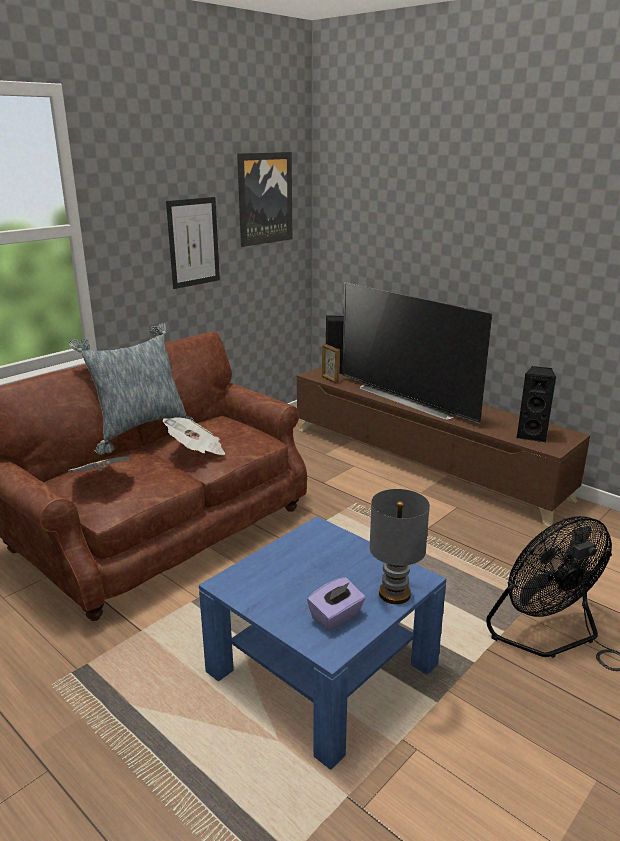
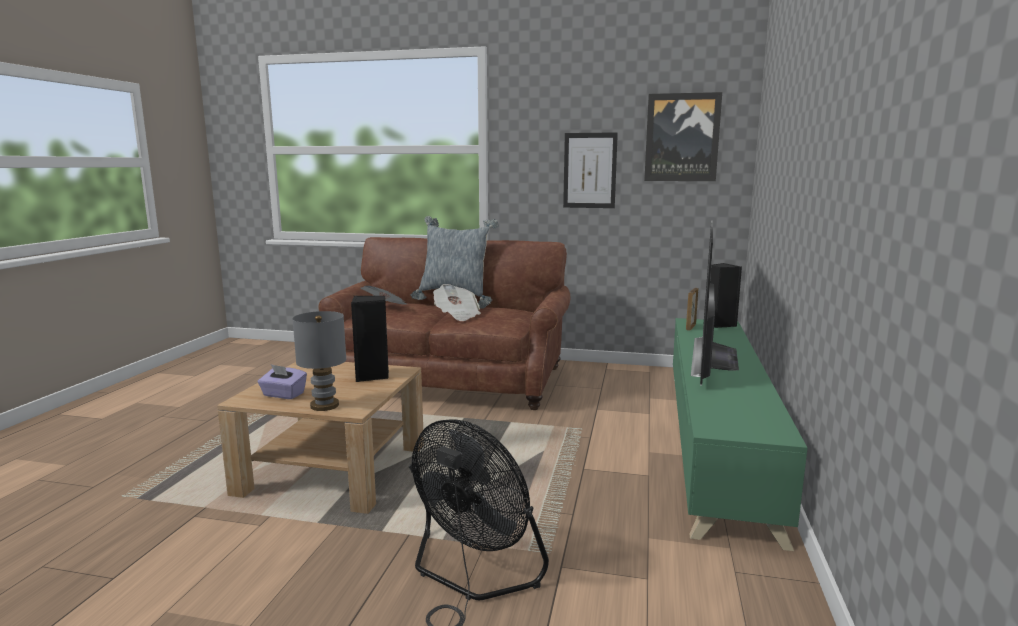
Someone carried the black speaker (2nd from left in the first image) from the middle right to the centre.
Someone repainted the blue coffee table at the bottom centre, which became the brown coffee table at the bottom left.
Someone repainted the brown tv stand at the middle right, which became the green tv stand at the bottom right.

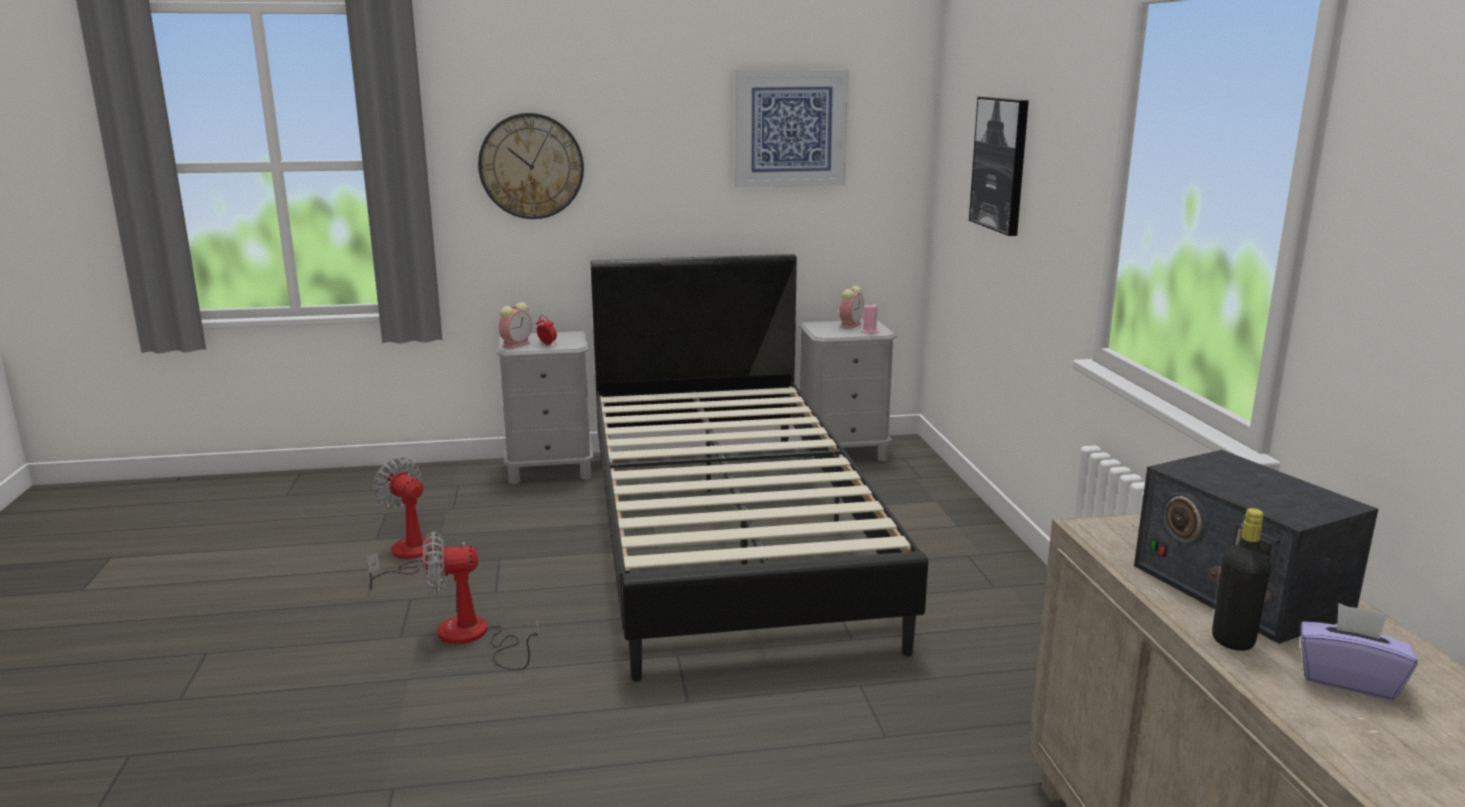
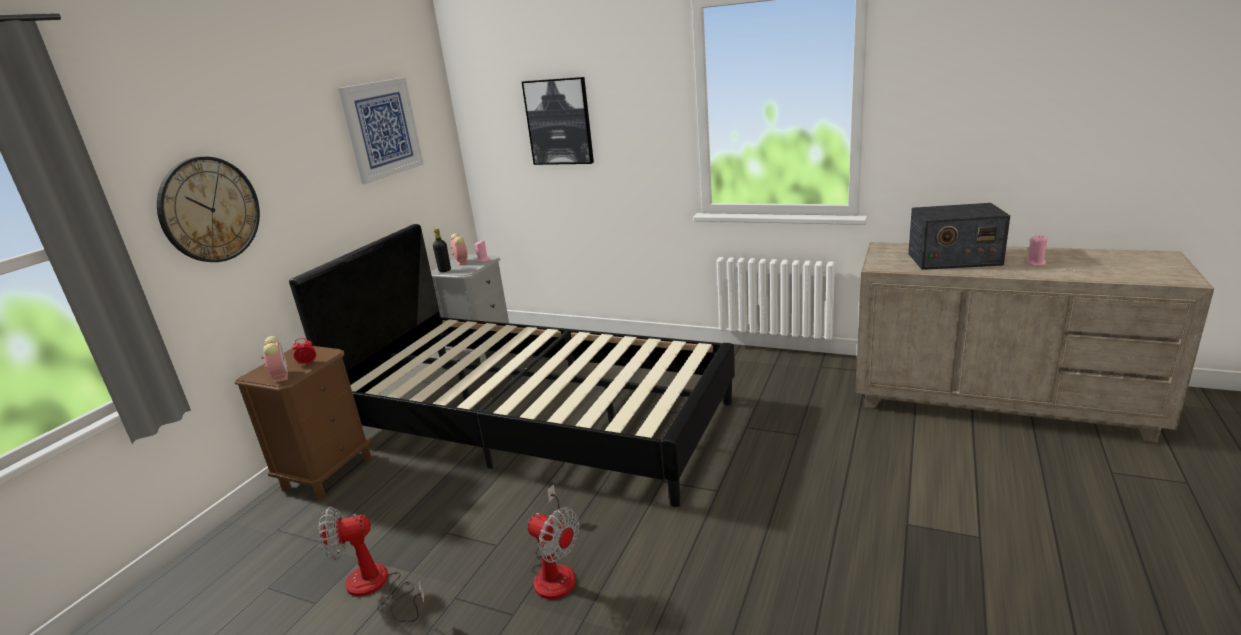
Someone carried the black bottle from the bottom right to the centre.
Someone swapped the purple tissue box at the bottom right for the pink candle (2nd from left) at the middle right.
Someone repainted the grey nightstand (1st from left) at the centre, which became the brown nightstand at the middle left.
Someone rotated the fan (2nd from left) at the bottom left by 75 degrees counterclockwise.

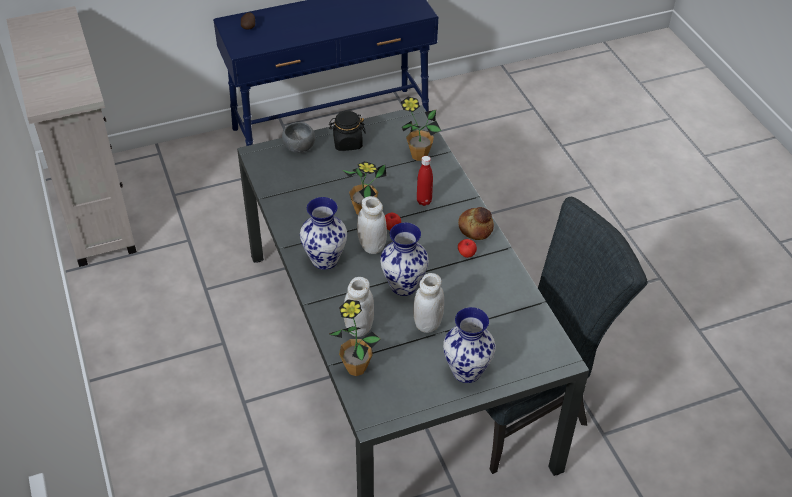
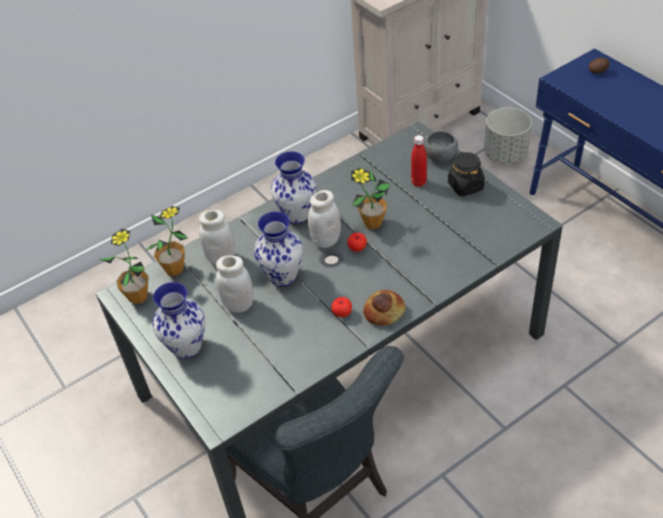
Someone put down the grey planter at the top right.
Someone carried the potted plant (3rd from left in the first image) from the top centre to the middle left.
Someone carried the red bottle from the centre to the top centre.

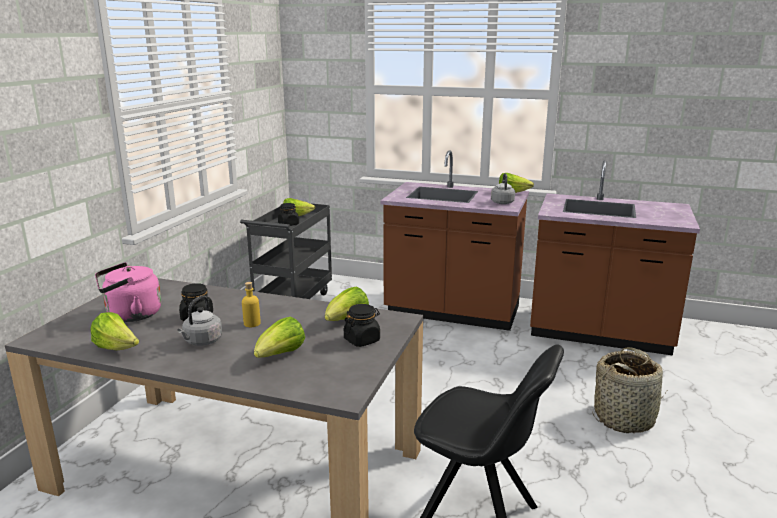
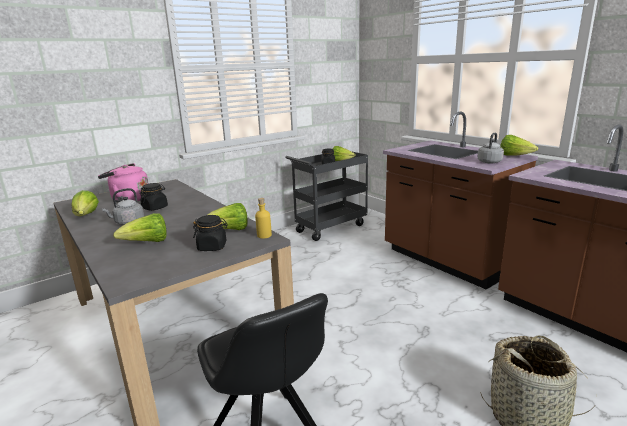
Someone carried the yellow bottle from the middle left to the centre.

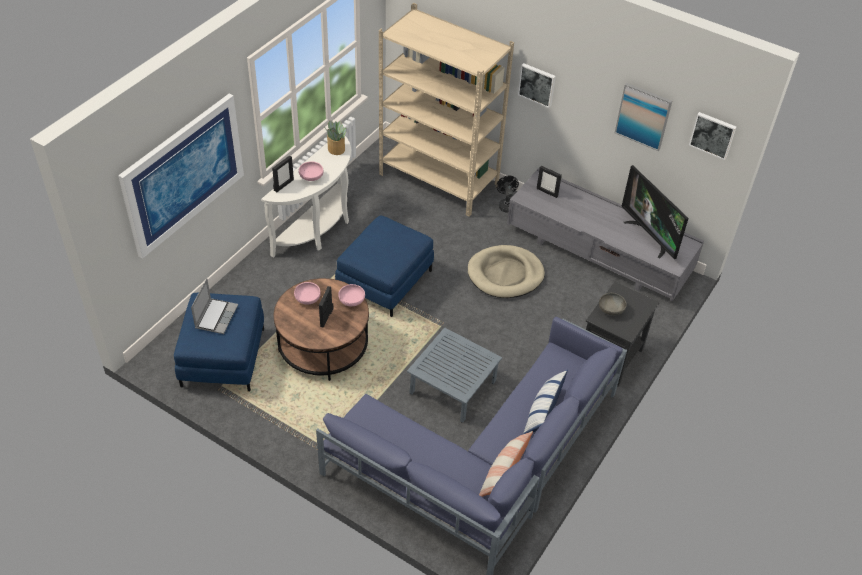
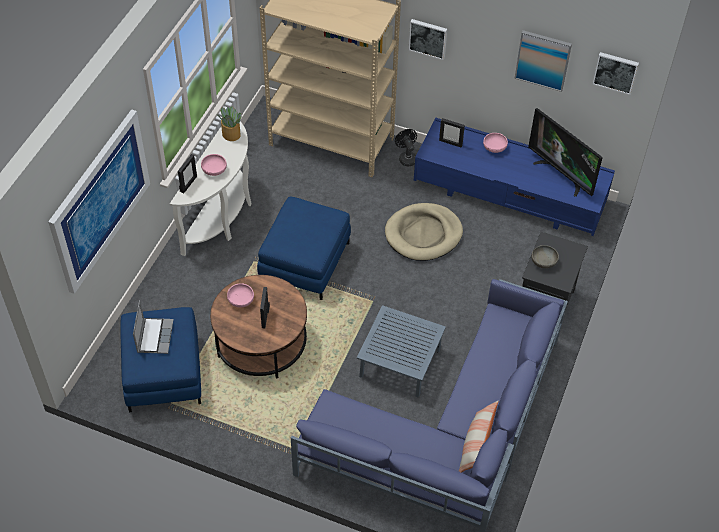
Someone took away the pillow (2nd from left) at the bottom centre.
Someone carried the pink bowl (3rd from left) from the centre to the top right.
Someone repainted the grey tv stand at the middle right, which became the blue tv stand at the top right.

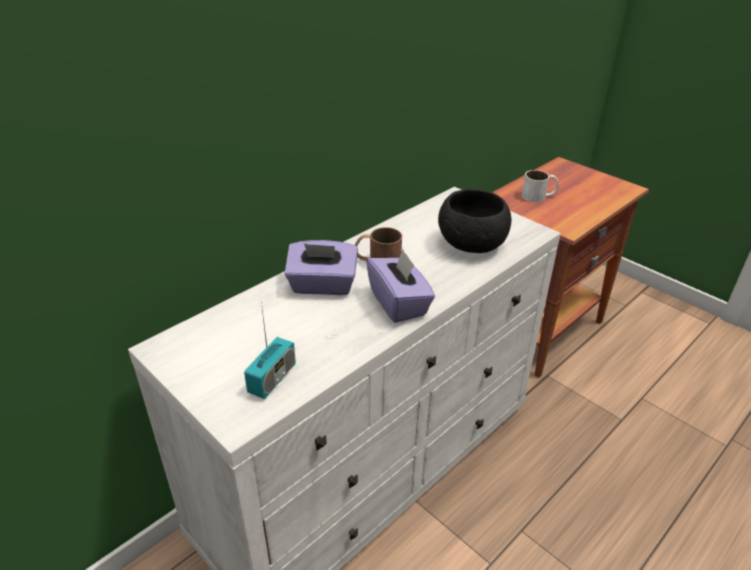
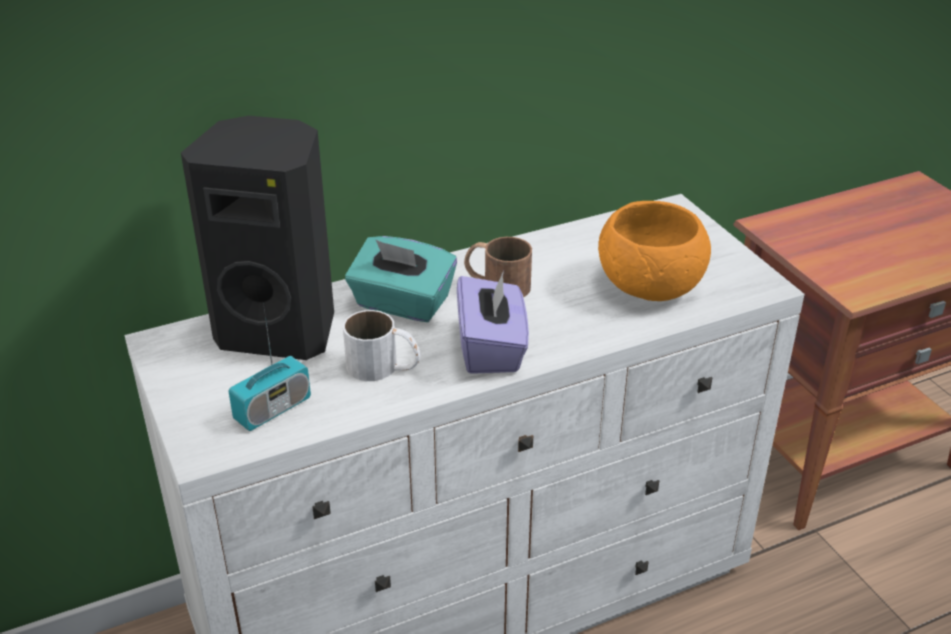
Someone put down the black speaker at the middle left.
Someone carried the white mug from the top right to the centre.
Someone repainted the purple tissue box (1st from left) at the centre, which became the turquoise tissue box at the centre.
Someone repainted the black bowl at the centre, which became the orange bowl at the middle right.

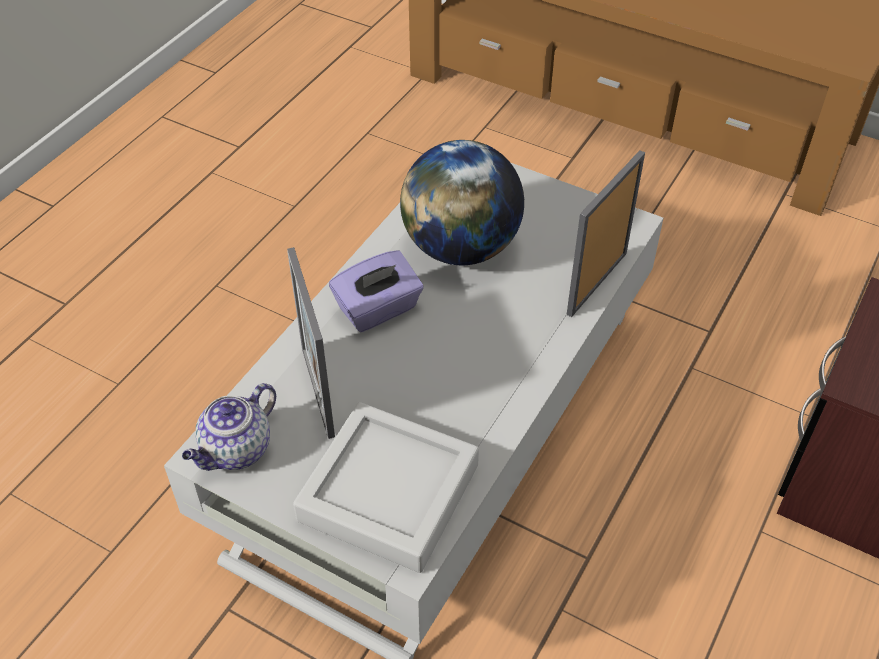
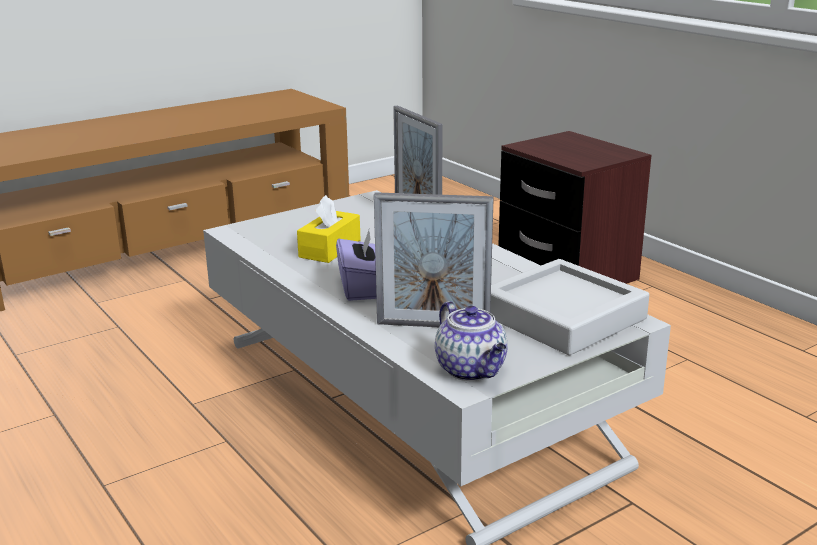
Someone swapped the globe at the top centre for the yellow tissue box at the centre.

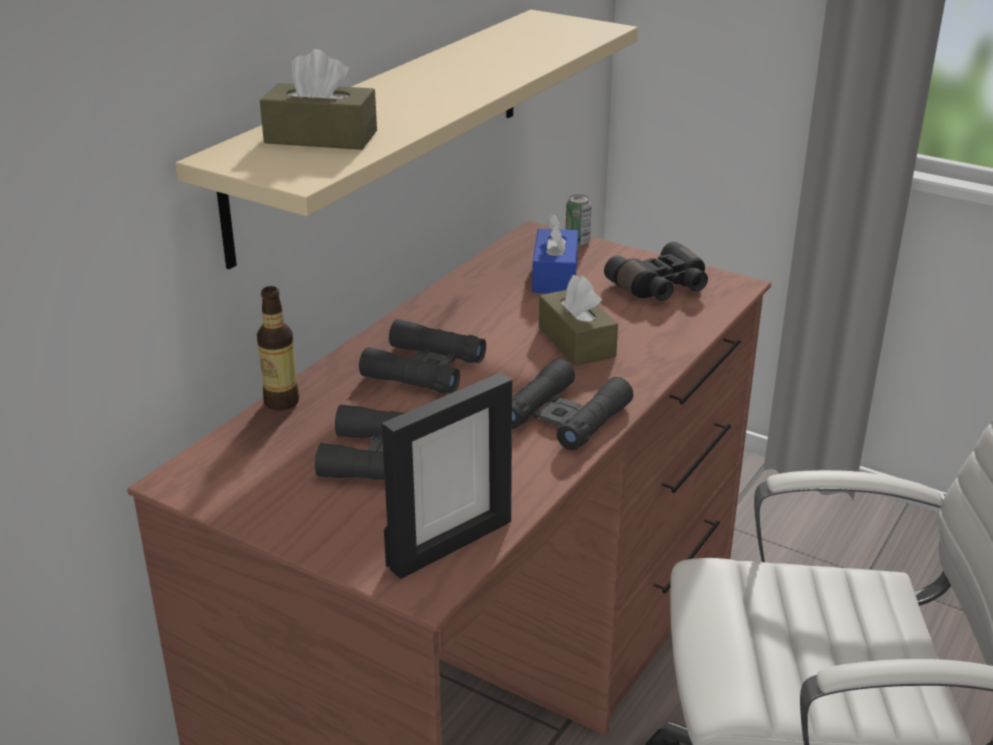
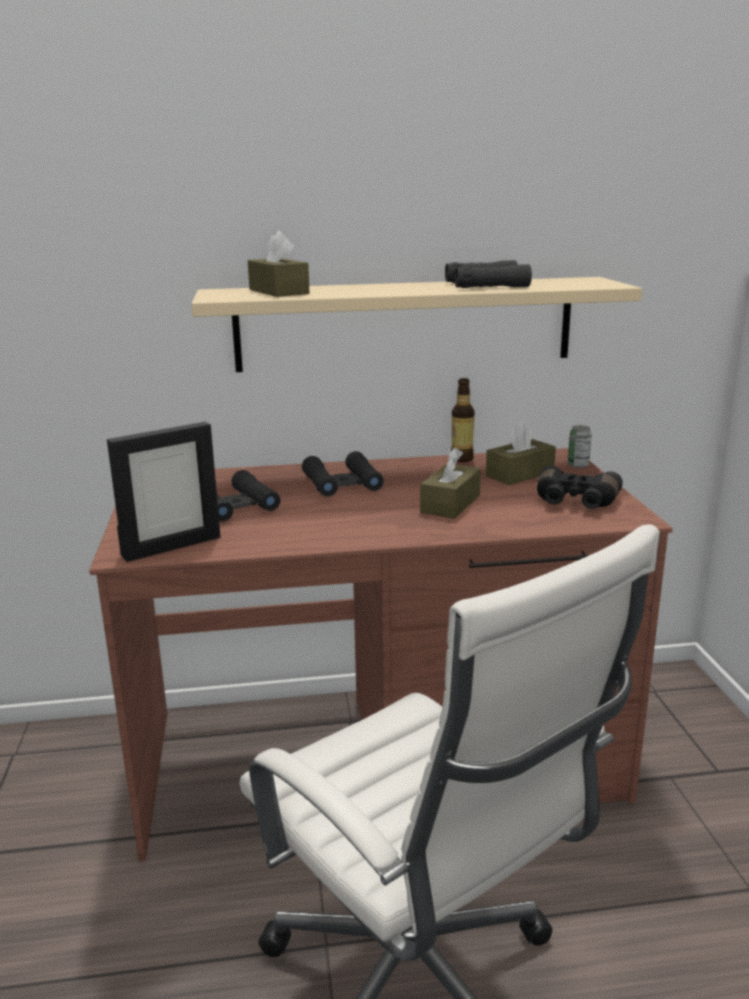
Someone carried the bottle from the middle left to the centre.
Someone carried the black binoculars (3rd from left) from the centre to the top centre.
Someone repainted the blue tissue box at the centre, which became the brown tissue box (3rd from left) at the middle right.
Someone rotated the picture frame at the centre by 45 degrees counterclockwise.

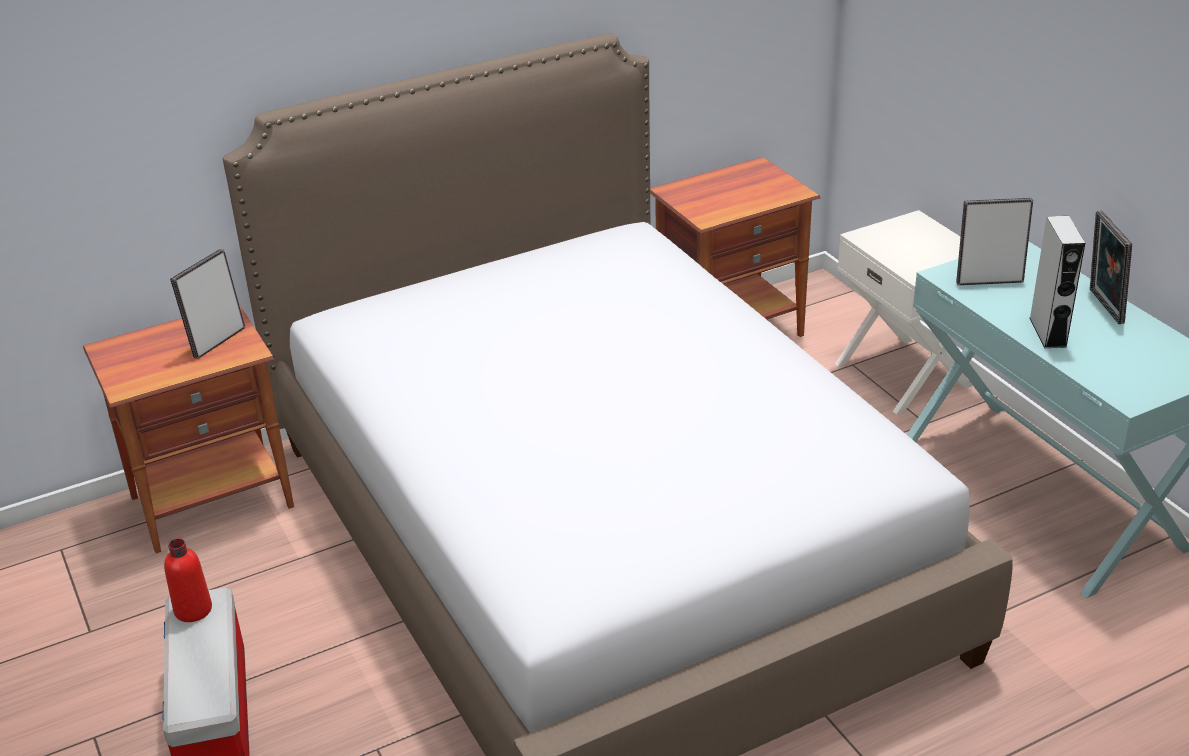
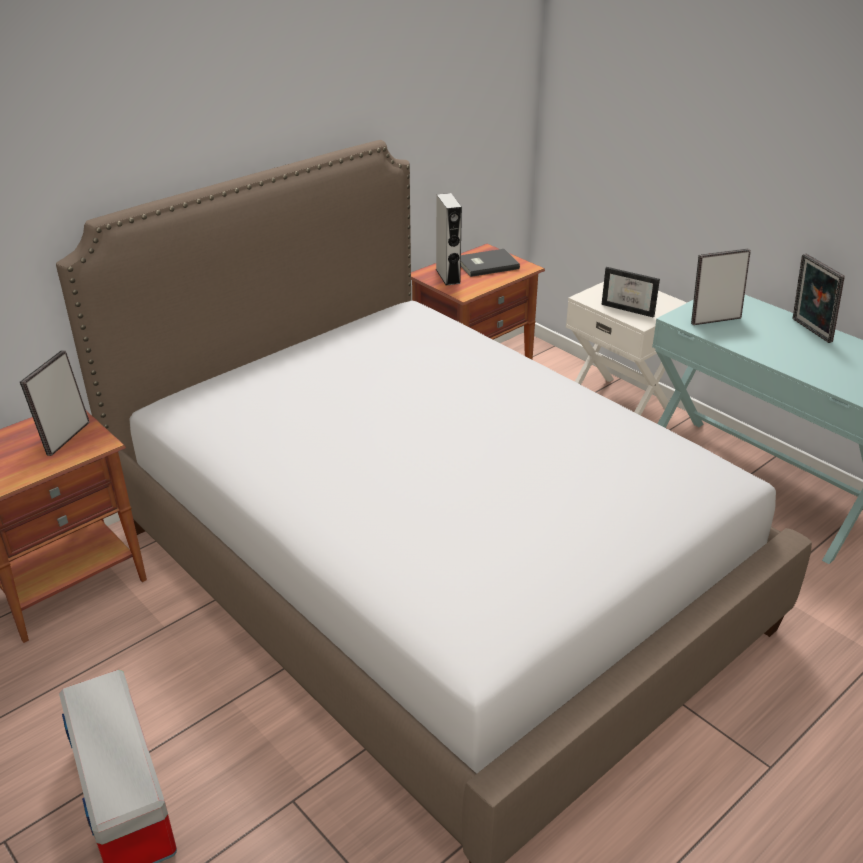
Someone took away the red bottle at the bottom left.
Someone put down the grey book at the top centre.
Someone put down the picture frame (2nd from left) at the middle right.
Someone carried the grey speaker from the middle right to the top centre.

